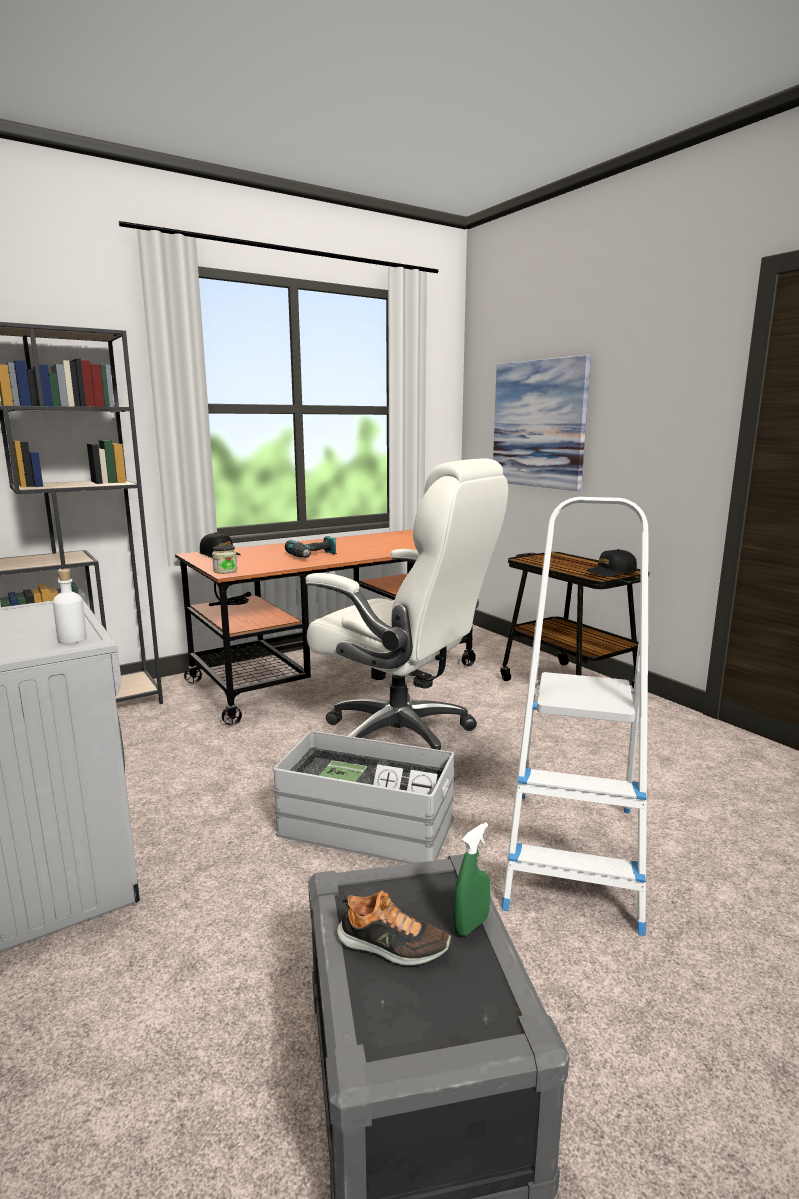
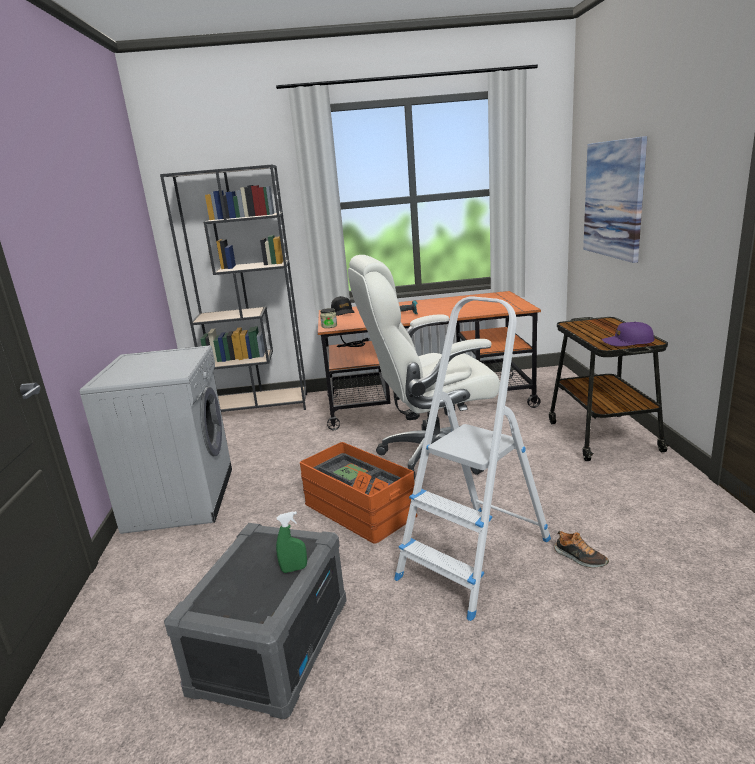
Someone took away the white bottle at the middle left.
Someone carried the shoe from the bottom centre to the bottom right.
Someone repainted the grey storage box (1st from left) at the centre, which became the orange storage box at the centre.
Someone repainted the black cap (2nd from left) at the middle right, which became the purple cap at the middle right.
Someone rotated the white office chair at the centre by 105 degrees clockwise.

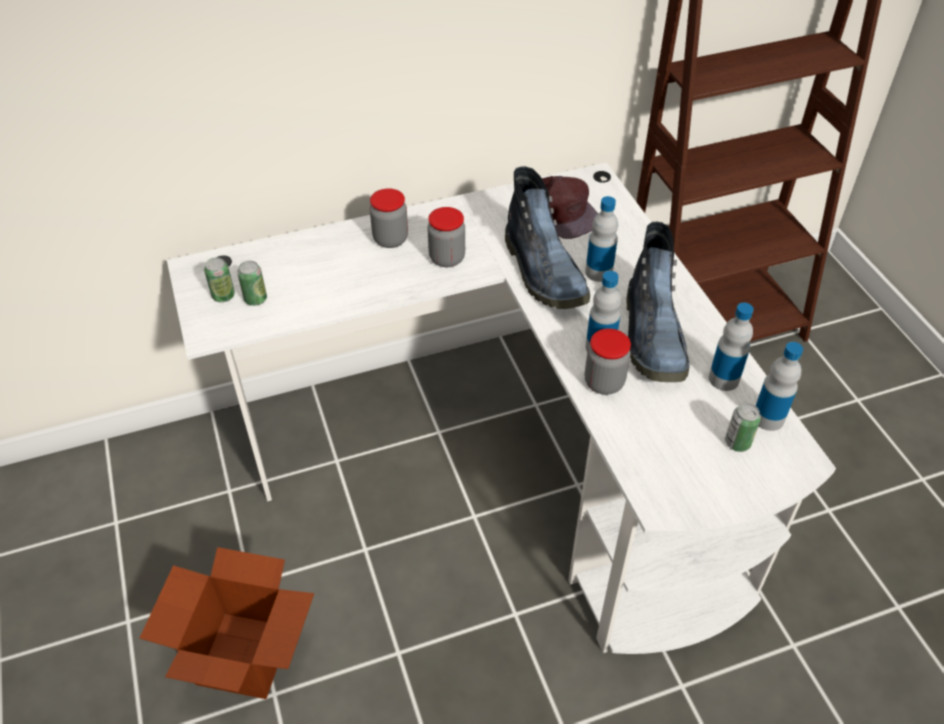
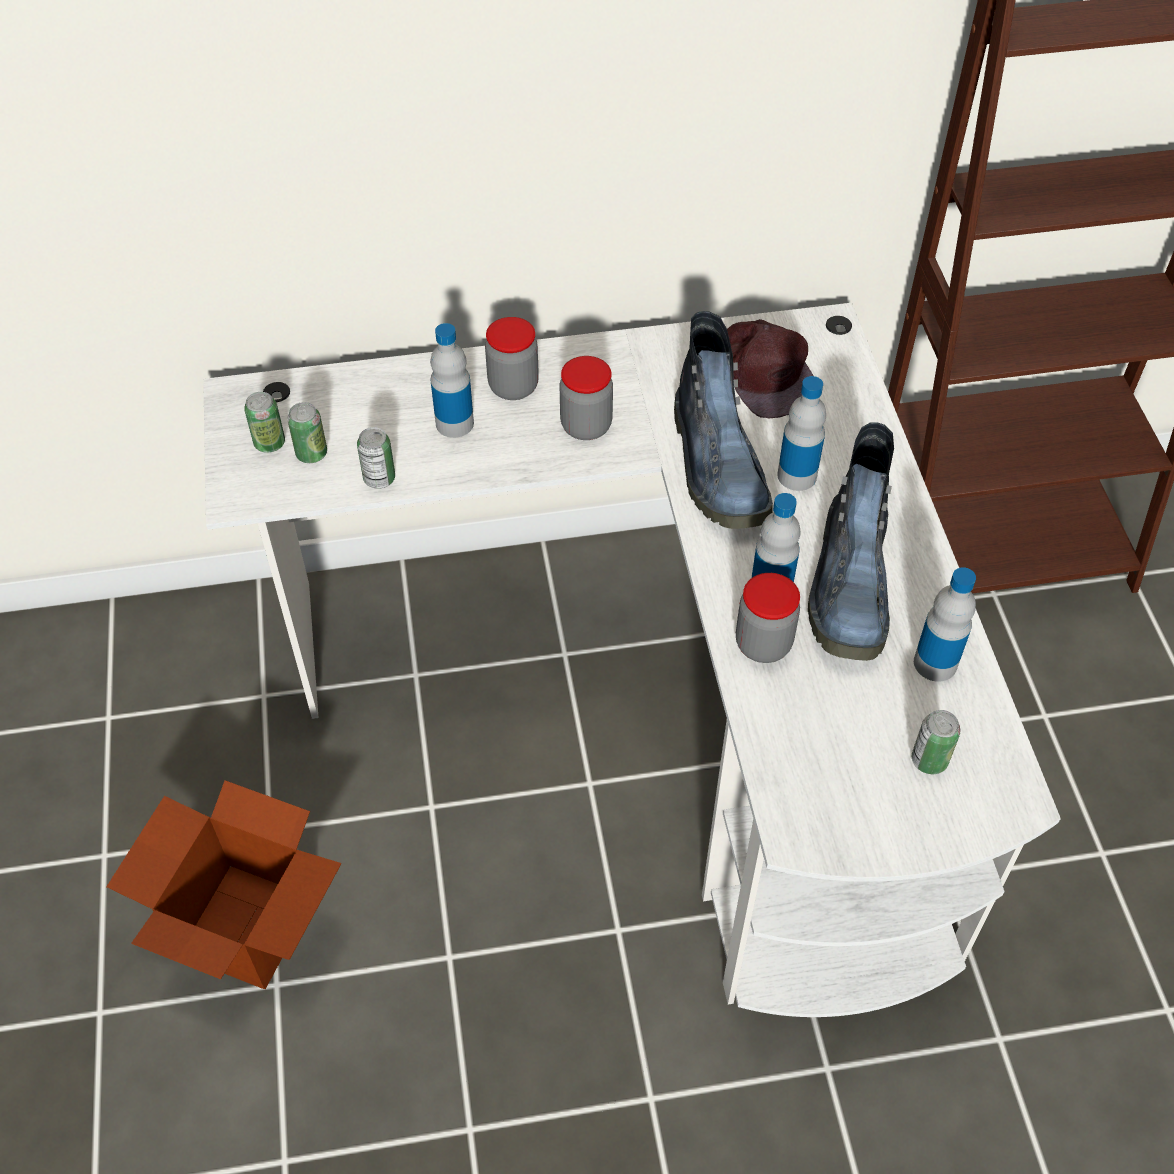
Someone put down the can (3rd from left) at the middle left.
Someone carried the bottle (4th from left in the first image) from the middle right to the top centre.

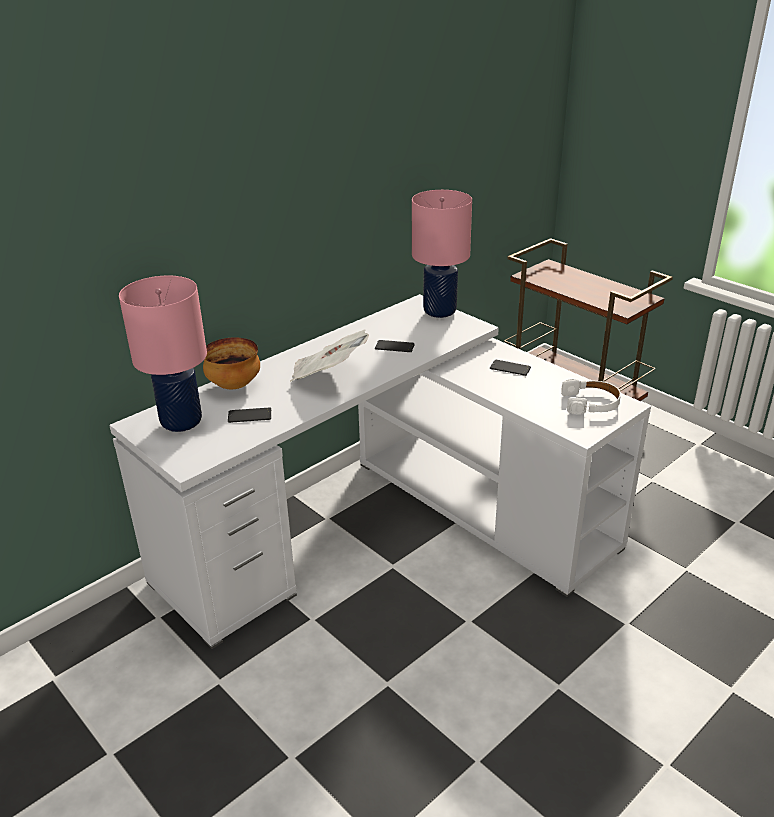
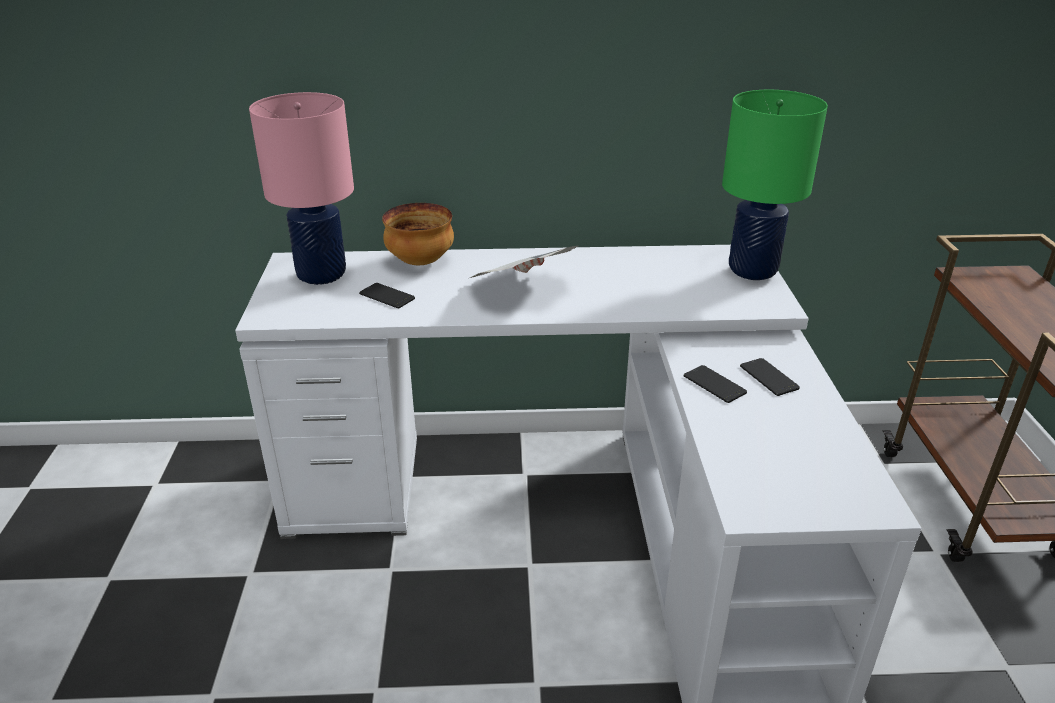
Someone took away the white headphones at the middle right.
Someone carried the phone (2nd from left) from the centre to the middle right.
Someone repainted the pink table lamp (2nd from left) at the top centre, which became the green table lamp at the top right.

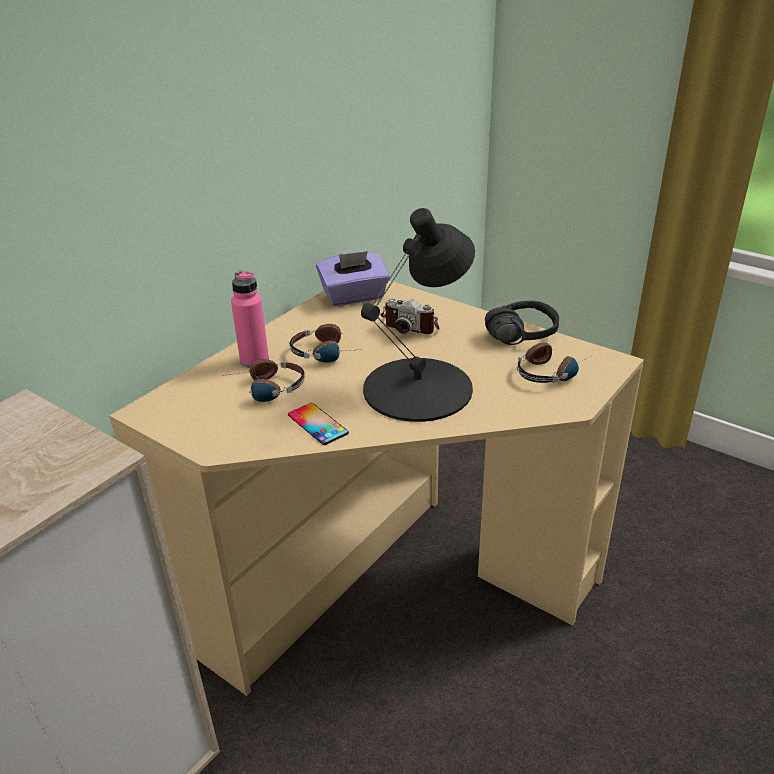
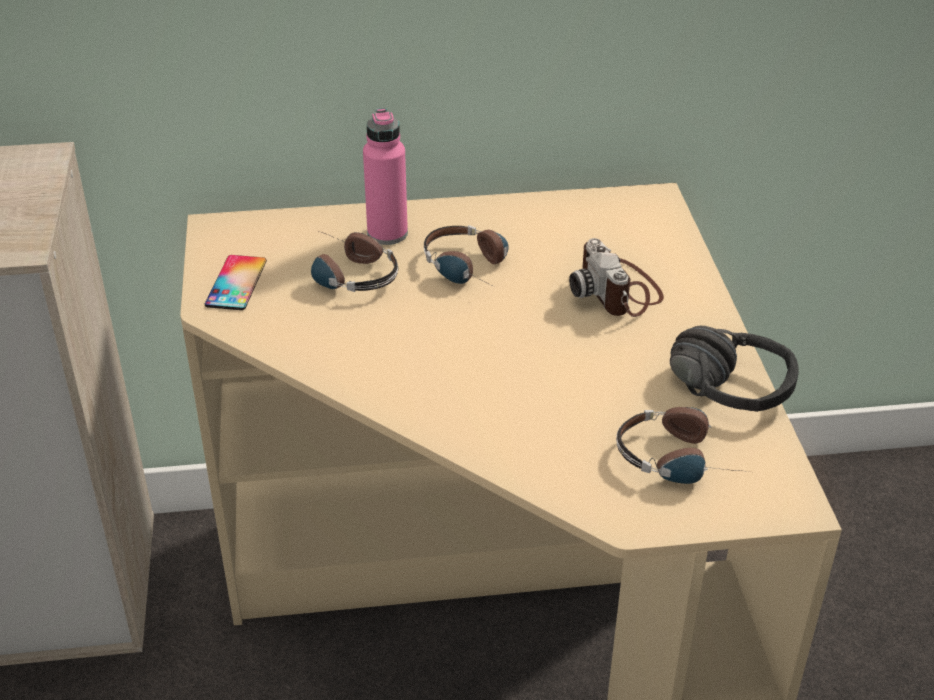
Someone took away the purple tissue box at the centre.
Someone took away the black table lamp at the centre.
Someone carried the phone from the centre to the middle left.

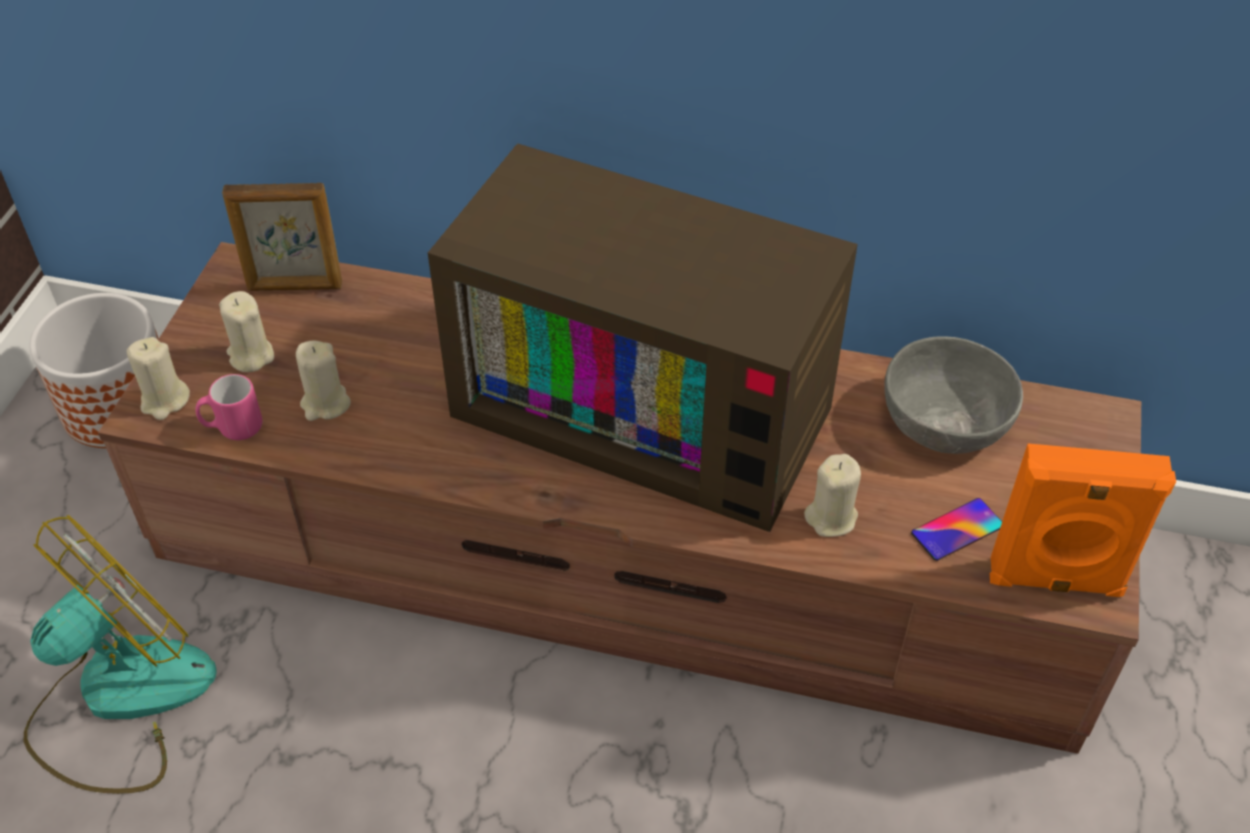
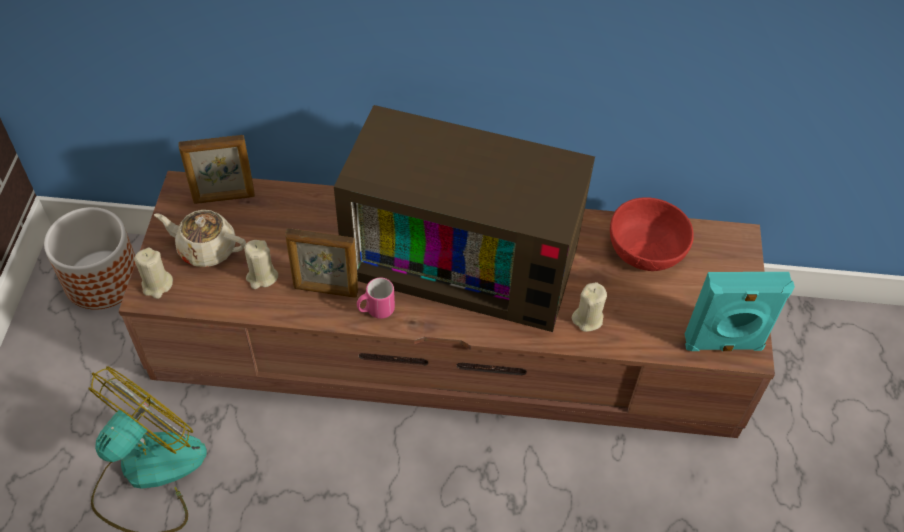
Someone took away the phone at the middle right.
Someone put down the picture frame (2nd from left) at the centre.
Someone carried the pink mug from the middle left to the centre.
Someone swapped the beige candle (2nd from left) at the middle left for the beige teapot at the middle left.
Someone repainted the grey bowl at the middle right, which became the red bowl at the middle right.
Someone repainted the orange speaker at the middle right, which became the turquoise speaker at the middle right.

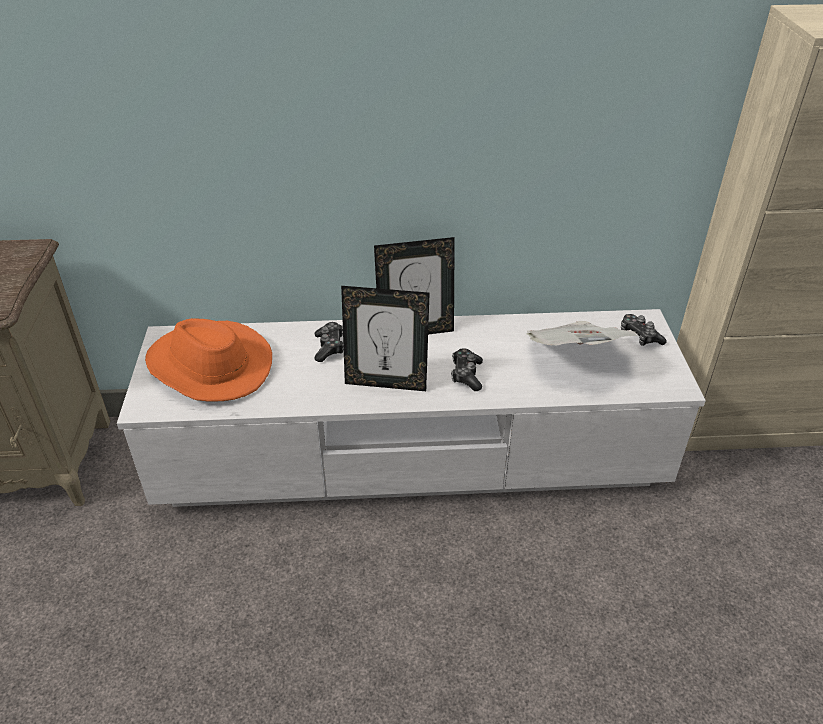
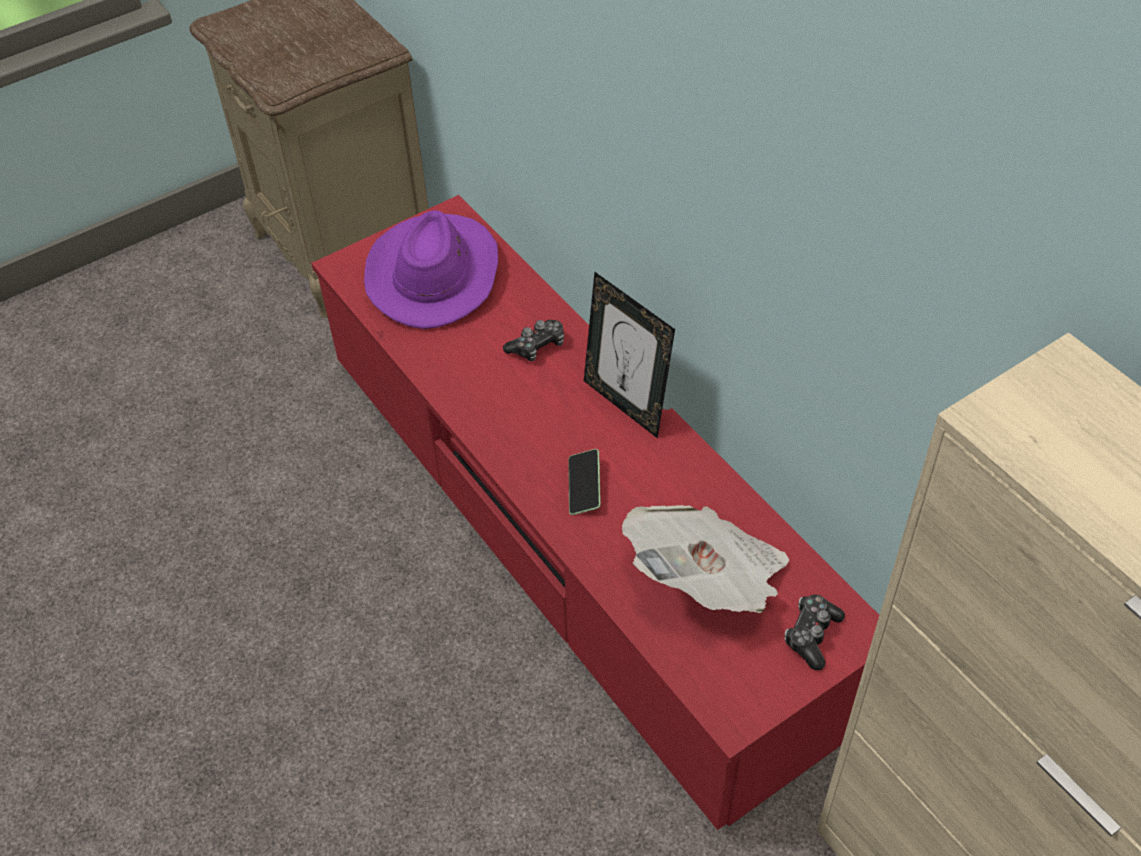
Someone took away the picture frame (1st from left) at the centre.
Someone swapped the game controller (2nd from left) at the centre for the phone at the centre.
Someone repainted the white tv stand at the centre, which became the red tv stand at the centre.
Someone repainted the orange hat at the middle left, which became the purple hat at the top centre.

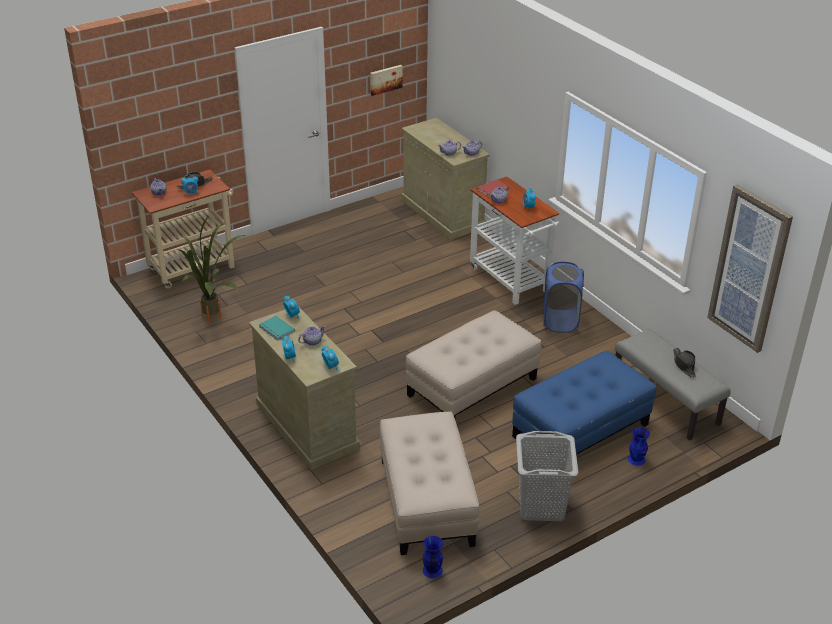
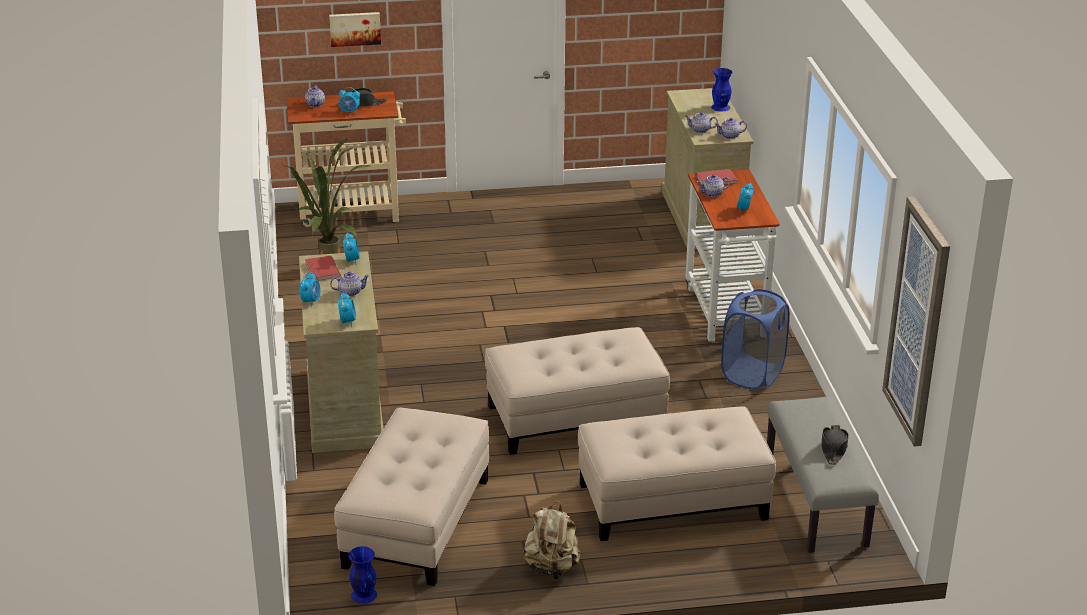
Someone carried the picture (1st from left) from the top centre to the top left.
Someone carried the blue vase (2nd from left) from the bottom right to the top centre.
Someone swapped the grey laundry basket at the bottom centre for the beige backpack at the bottom centre.
Someone repainted the turquoise book at the middle left, which became the red book (1st from left) at the middle left.
Someone repainted the blue ottoman at the middle right, which became the beige ottoman (3rd from left) at the bottom centre.

